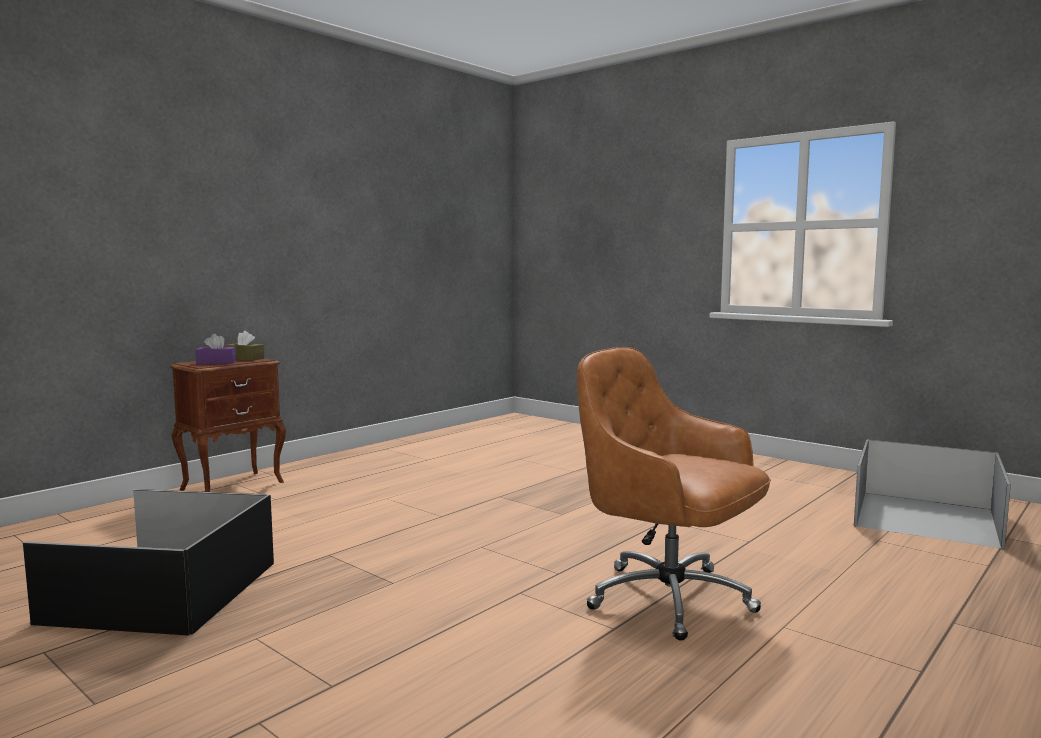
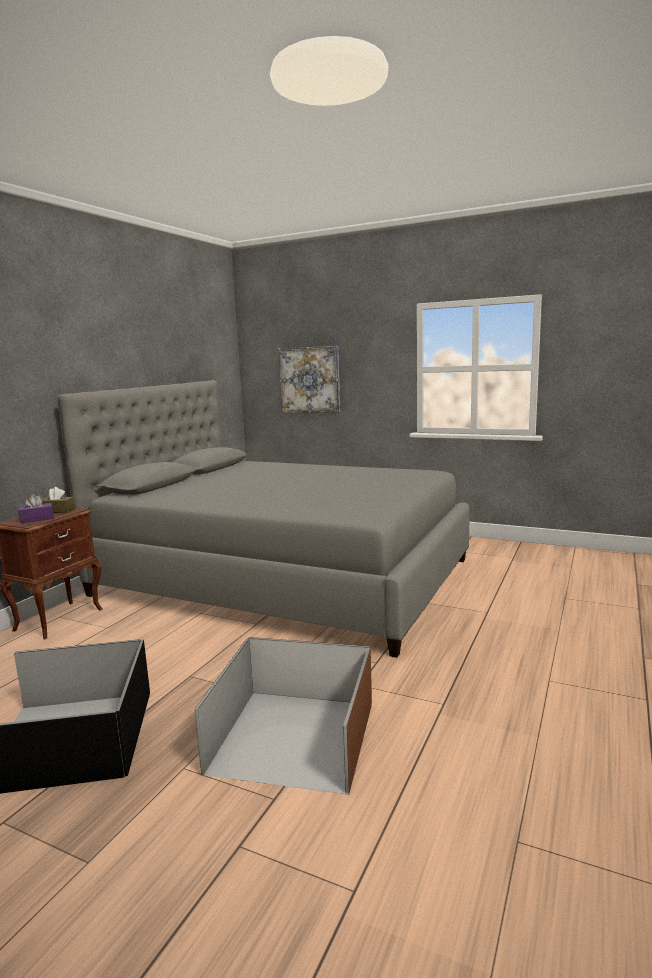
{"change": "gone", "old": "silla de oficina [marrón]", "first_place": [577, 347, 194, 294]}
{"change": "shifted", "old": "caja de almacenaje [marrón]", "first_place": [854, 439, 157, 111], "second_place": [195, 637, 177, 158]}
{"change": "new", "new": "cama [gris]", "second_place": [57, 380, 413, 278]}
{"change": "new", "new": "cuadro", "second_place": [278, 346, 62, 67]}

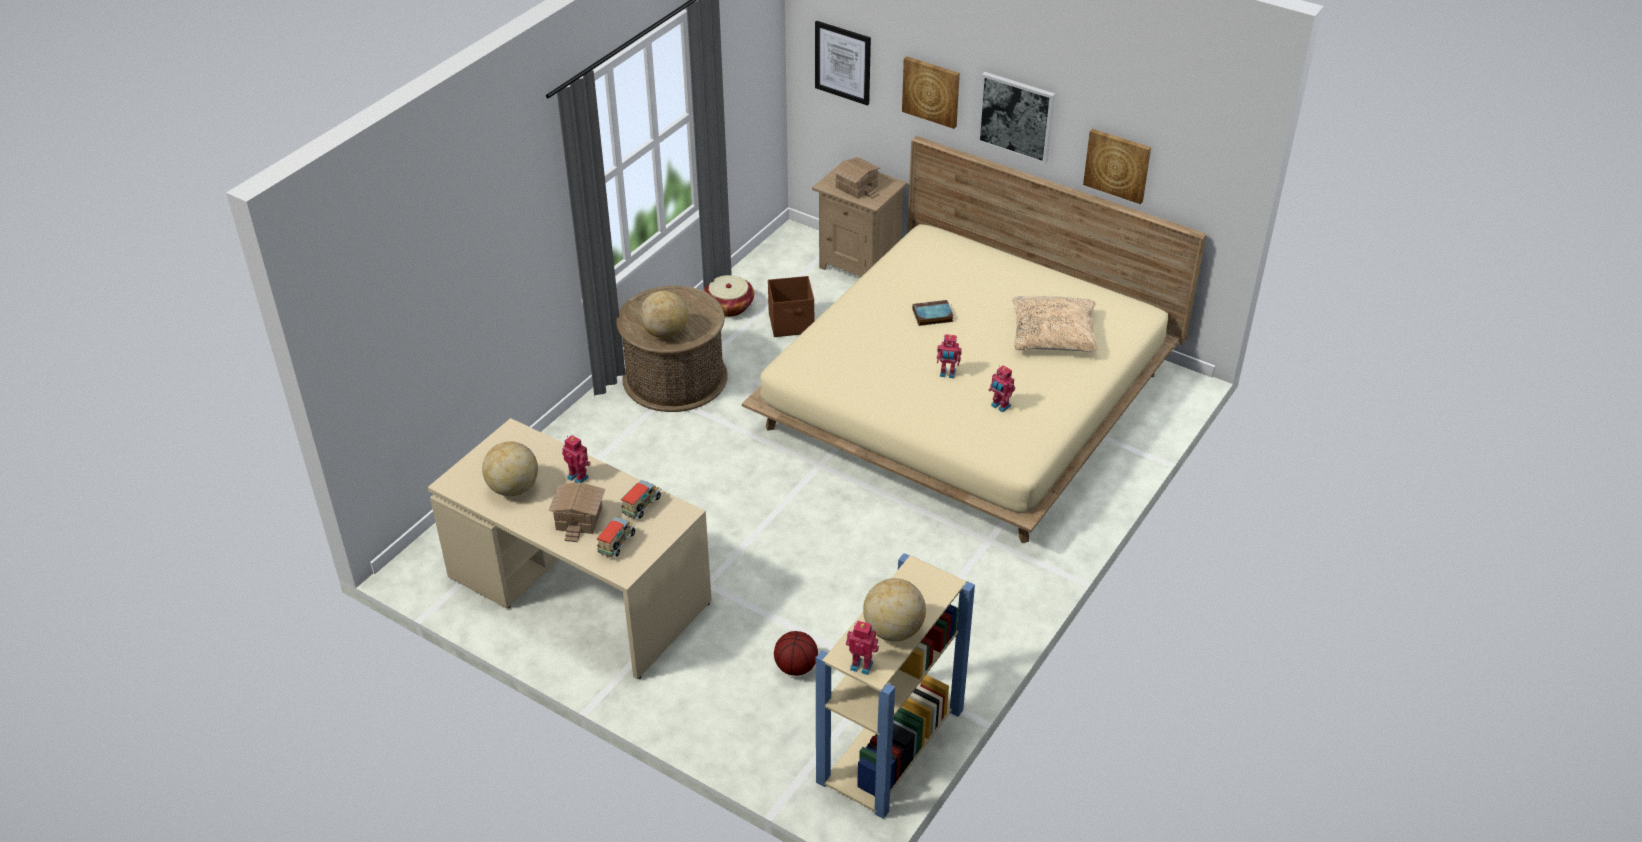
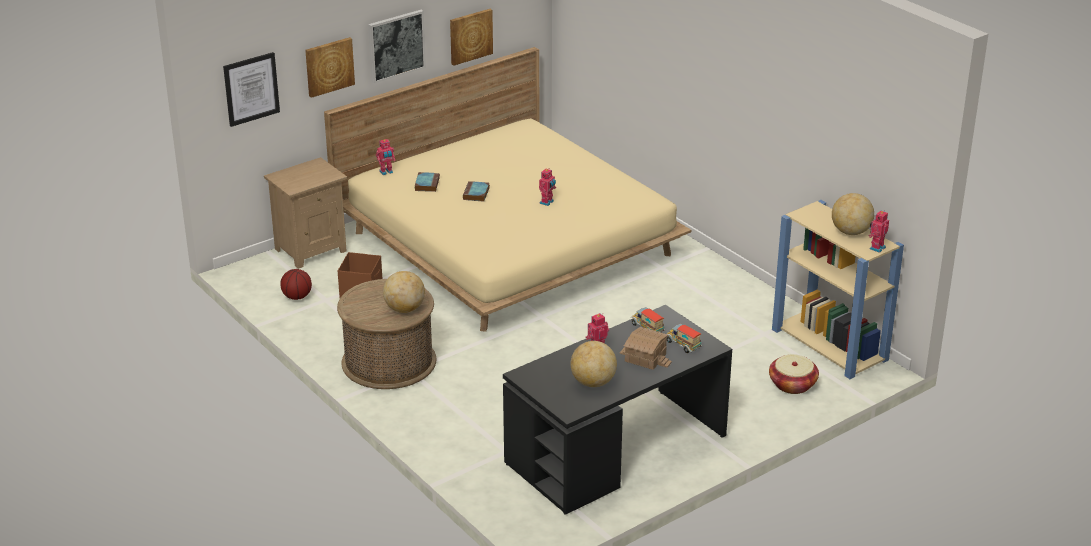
{"change": "repainted", "old": "escritorio [beis]", "new": "escritorio [negro]", "first_place": [428, 418, 284, 261], "second_place": [503, 305, 229, 210]}
{"change": "shifted", "old": "cesta", "first_place": [704, 275, 50, 42], "second_place": [769, 354, 50, 40]}
{"change": "shifted", "old": "balón de baloncesto", "first_place": [774, 631, 44, 45], "second_place": [280, 269, 32, 31]}
{"change": "gone", "old": "casita", "first_place": [834, 157, 46, 42]}
{"change": "shifted", "old": "robot de juguete", "first_place": [989, 365, 26, 47], "second_place": [376, 139, 19, 36]}
{"change": "gone", "old": "cojín [beis]", "first_place": [1012, 296, 85, 56]}
{"change": "new", "new": "libro", "second_place": [415, 172, 25, 20]}

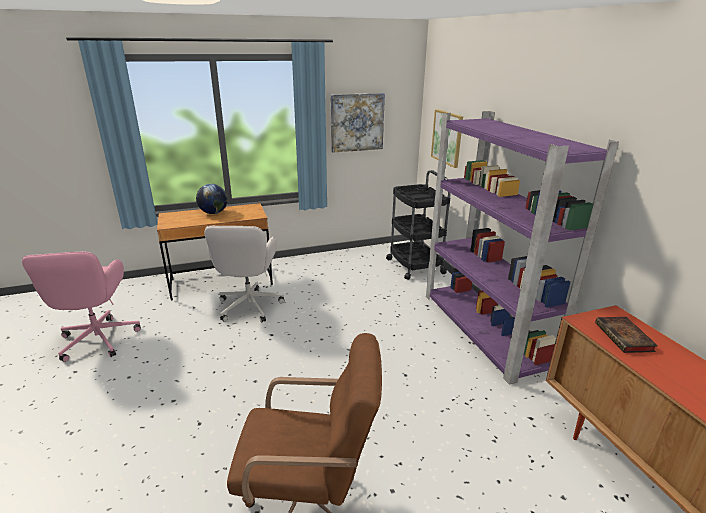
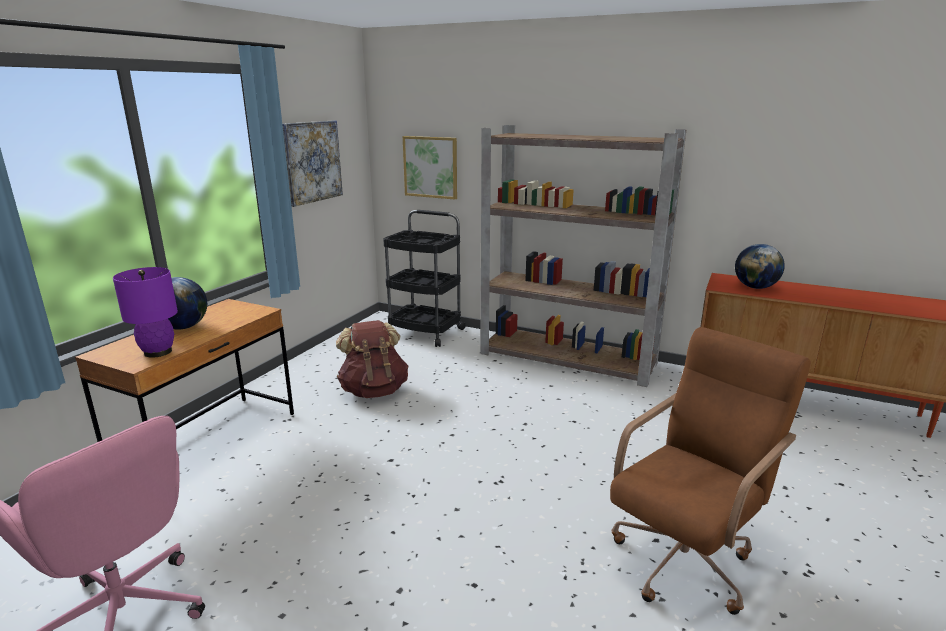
{"change": "gone", "old": "silla de oficina [blanco]", "first_place": [205, 226, 79, 97]}
{"change": "repainted", "old": "estantería [morado]", "new": "estantería [marrón]", "first_place": [426, 111, 193, 274], "second_place": [480, 125, 206, 262]}
{"change": "swapped", "old": "libro", "new": "globo terráqueo", "first_place": [595, 317, 63, 36], "second_place": [735, 244, 50, 45]}
{"change": "new", "new": "lámpara de mesa [morado]", "second_place": [113, 267, 65, 91]}
{"change": "new", "new": "mochila [marrón]", "second_place": [336, 320, 73, 78]}

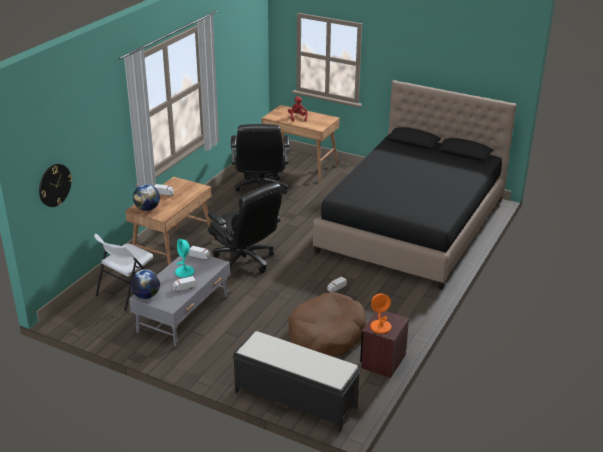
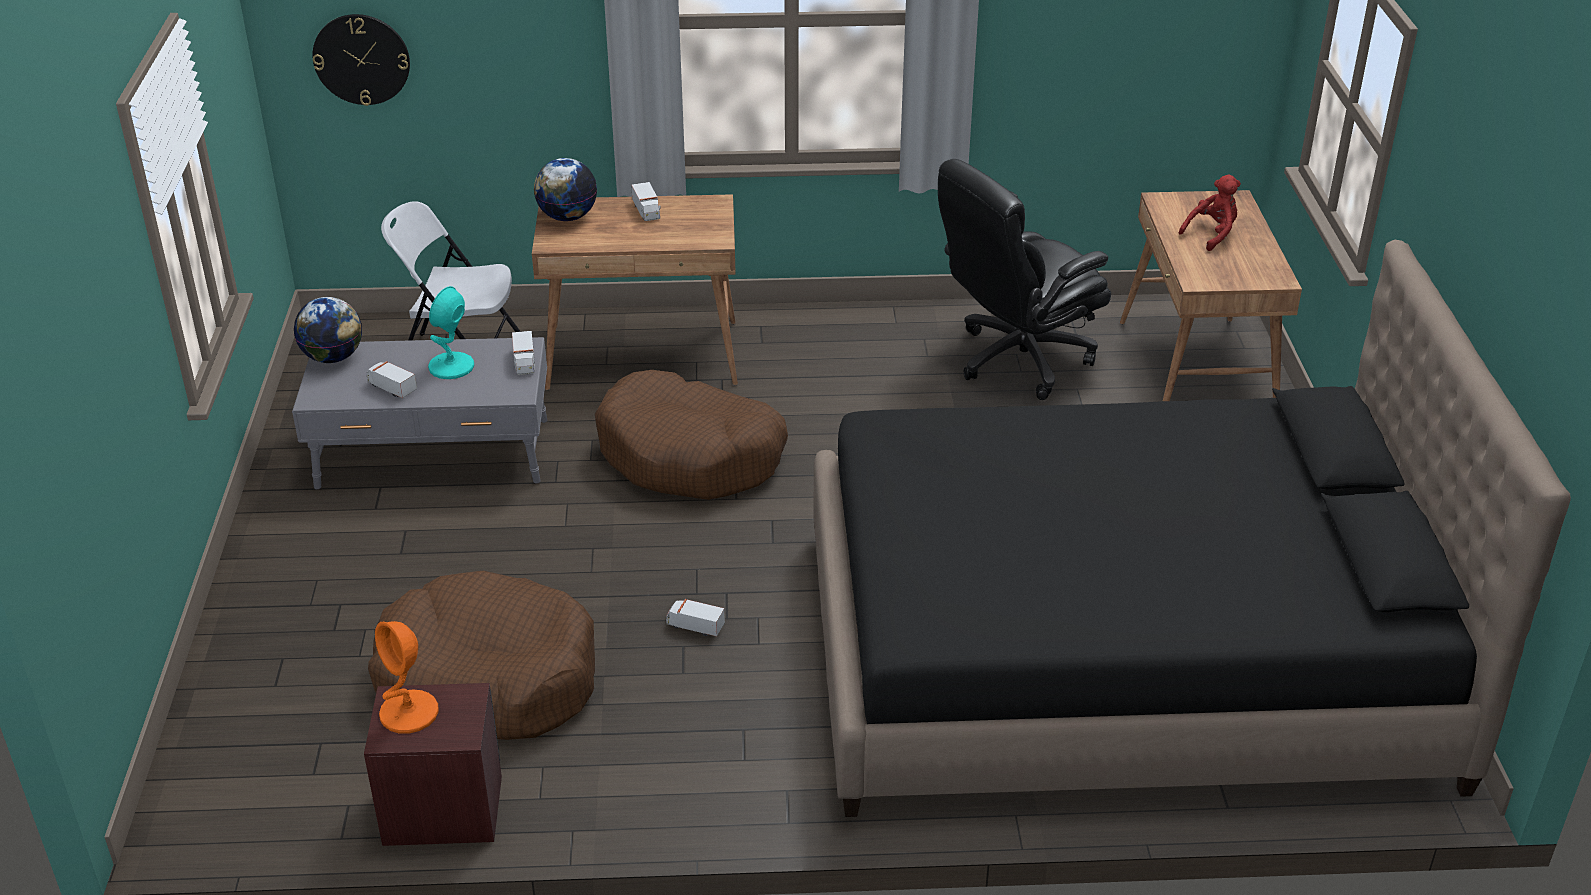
{"change": "swapped", "old": "silla de oficina [negro]", "new": "cama para perro [marrón]", "first_place": [208, 183, 74, 90], "second_place": [595, 370, 193, 130]}
{"change": "gone", "old": "banco [negro]", "first_place": [232, 331, 129, 101]}

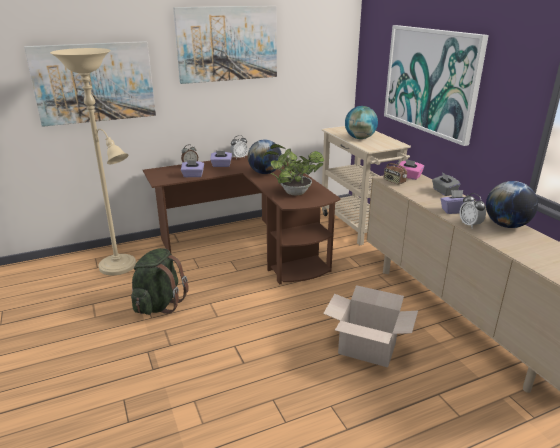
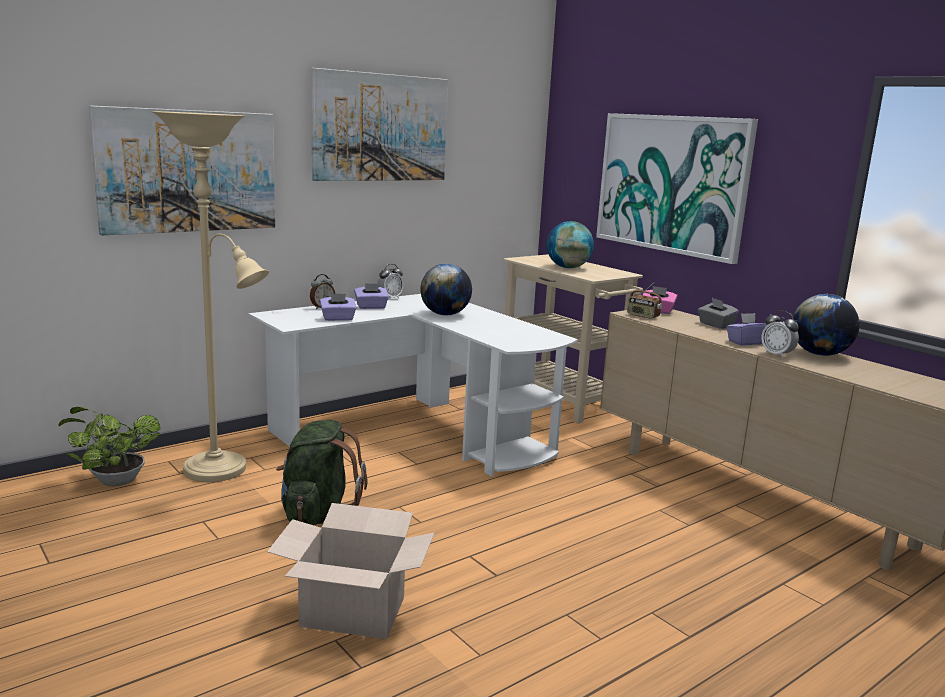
{"change": "repainted", "old": "escritorio [marrón]", "new": "escritorio [blanco]", "first_place": [143, 155, 198, 129], "second_place": [248, 294, 329, 183]}
{"change": "shifted", "old": "planta en maceta", "first_place": [264, 144, 60, 51], "second_place": [58, 407, 102, 79]}
{"change": "shifted", "old": "caja de cartón", "first_place": [323, 285, 95, 82], "second_place": [267, 503, 168, 136]}

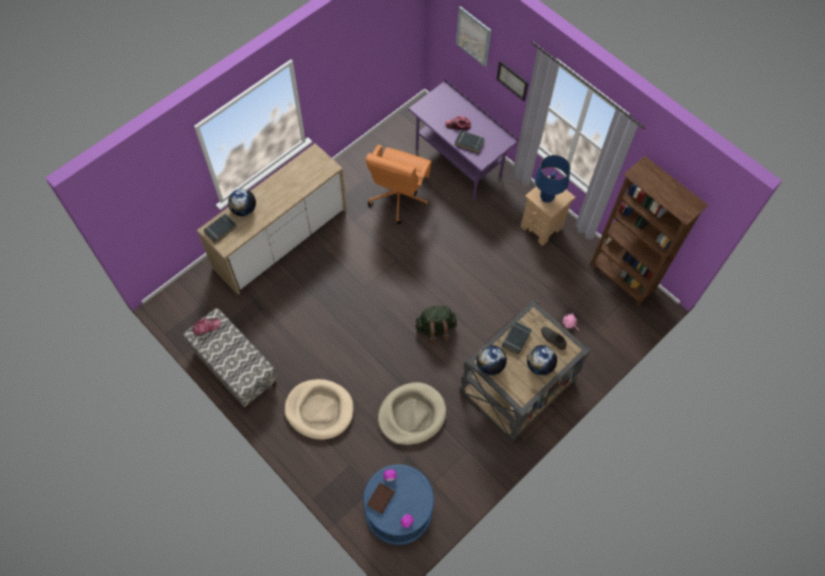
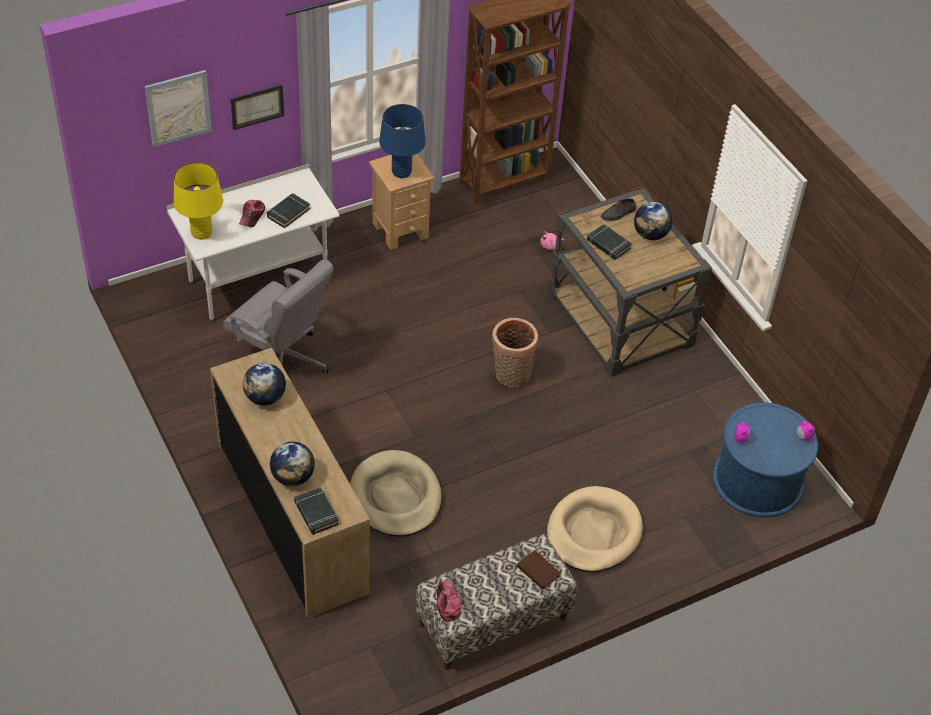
{"change": "repainted", "old": "silla de oficina [naranja]", "new": "silla de oficina [gris]", "first_place": [366, 145, 65, 79], "second_place": [223, 259, 110, 114]}
{"change": "shifted", "old": "libro [marrón]", "first_place": [367, 483, 28, 31], "second_place": [517, 550, 43, 39]}
{"change": "shifted", "old": "cama para perro [beis]", "first_place": [378, 382, 69, 63], "second_place": [350, 450, 92, 87]}
{"change": "repainted", "old": "escritorio [morado]", "new": "escritorio [blanco]", "first_place": [408, 79, 110, 122], "second_place": [167, 164, 172, 157]}
{"change": "swapped", "old": "mochila [verde]", "new": "cesta", "first_place": [414, 305, 43, 38], "second_place": [492, 318, 46, 70]}
{"change": "shifted", "old": "globo terráqueo", "first_place": [476, 345, 31, 30], "second_place": [243, 363, 43, 43]}
{"change": "new", "new": "lámpara de mesa [amarillo]", "second_place": [174, 162, 49, 78]}

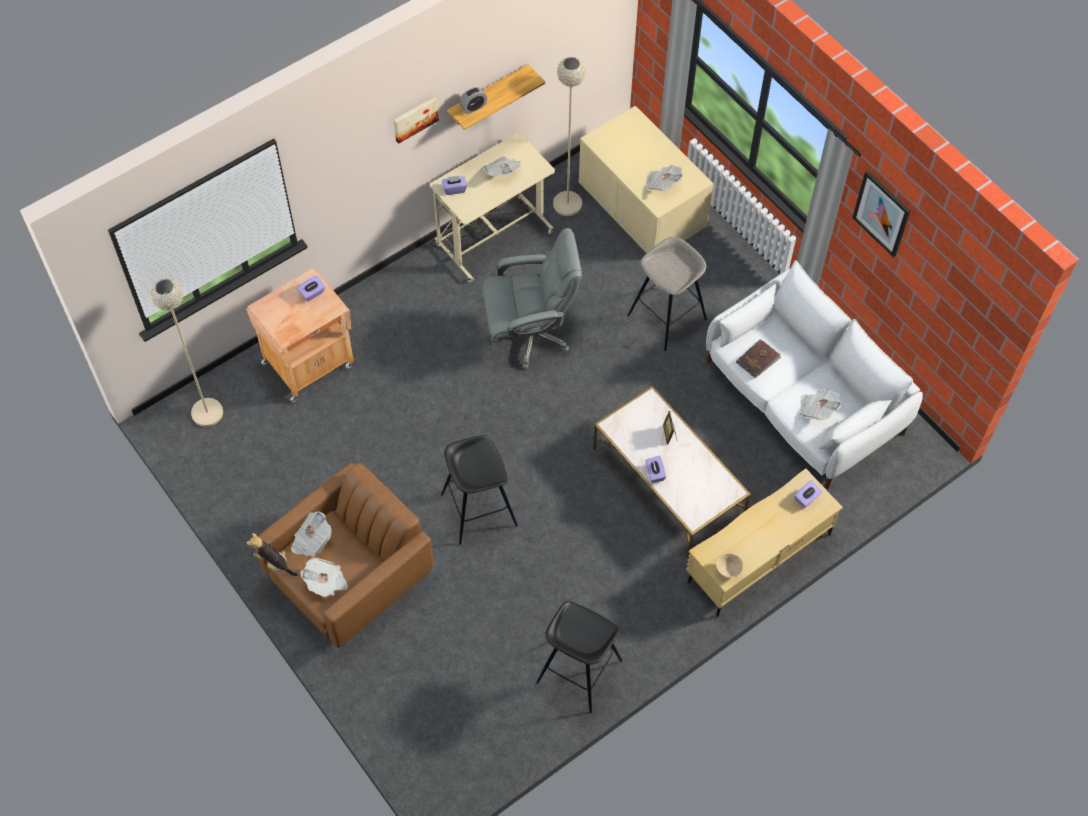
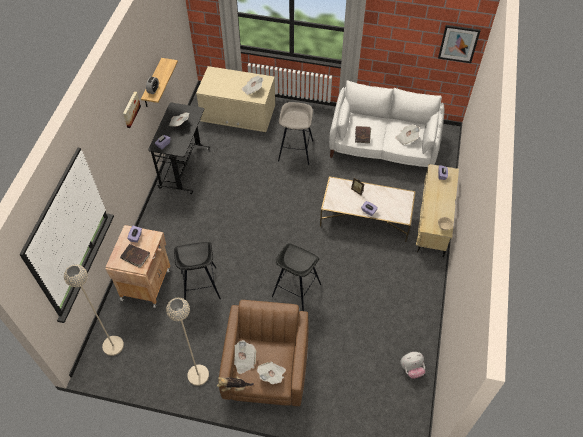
{"change": "repainted", "old": "escritorio [beis]", "new": "escritorio [negro]", "first_place": [430, 133, 125, 149], "second_place": [148, 103, 62, 91]}
{"change": "gone", "old": "silla de oficina [gris]", "first_place": [482, 228, 100, 141]}
{"change": "shifted", "old": "taburete [negro]", "first_place": [536, 601, 86, 112], "second_place": [174, 242, 47, 58]}
{"change": "shifted", "old": "lámpara de pie [beis]", "first_place": [553, 57, 33, 159], "second_place": [166, 298, 43, 88]}
{"change": "shifted", "old": "cuadro", "first_place": [853, 171, 57, 86], "second_place": [438, 25, 43, 38]}
{"change": "new", "new": "libro [marrón]", "second_place": [120, 244, 30, 24]}
{"change": "new", "new": "peluche", "second_place": [400, 352, 25, 27]}

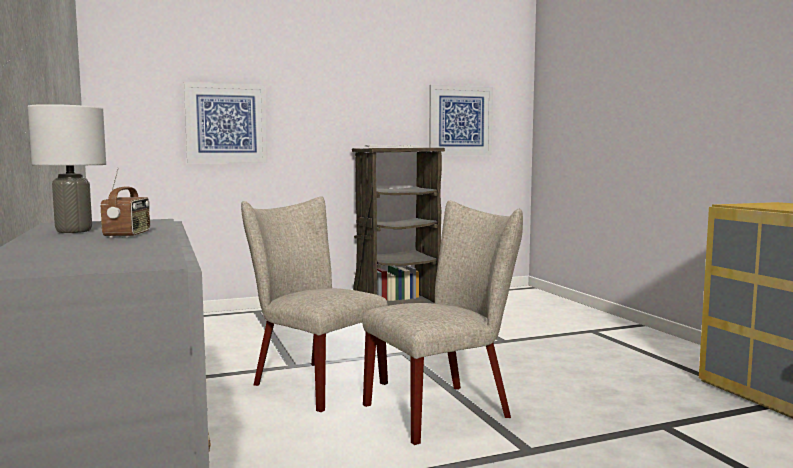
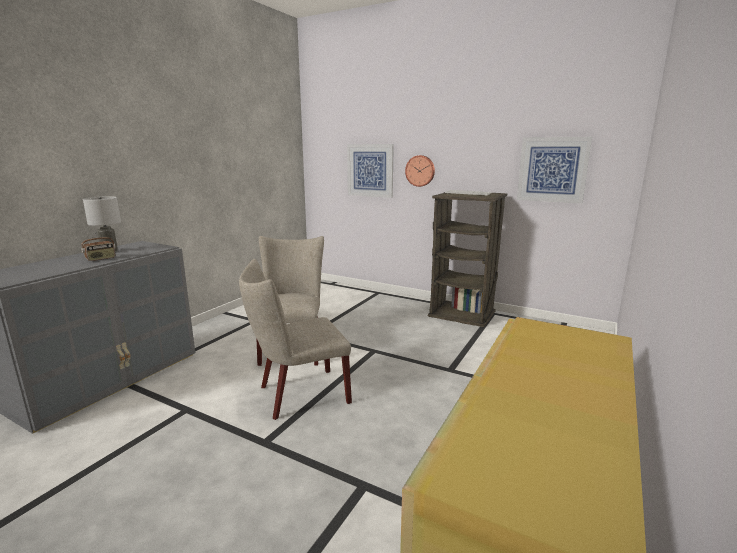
{"change": "rotated", "old": "silla [beis]", "first_place": [362, 201, 161, 244], "second_place": [239, 259, 113, 161], "degrees": 135}
{"change": "new", "new": "reloj de pared", "second_place": [405, 155, 30, 32]}

